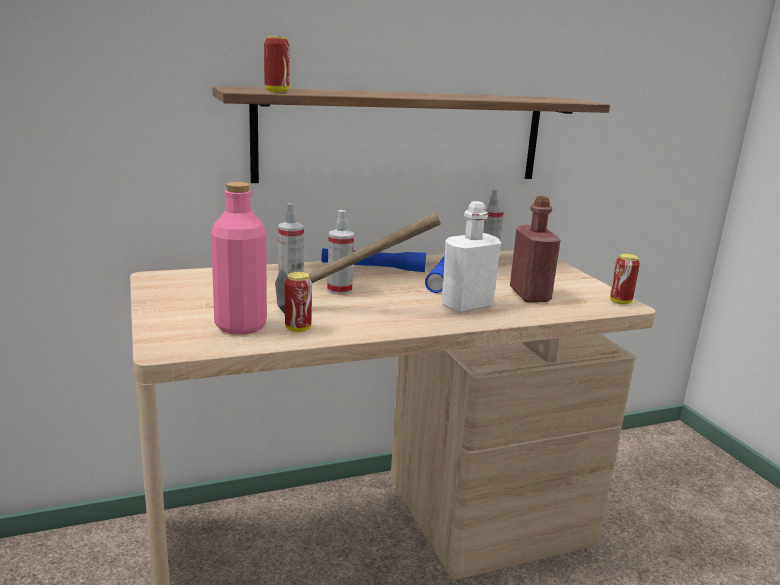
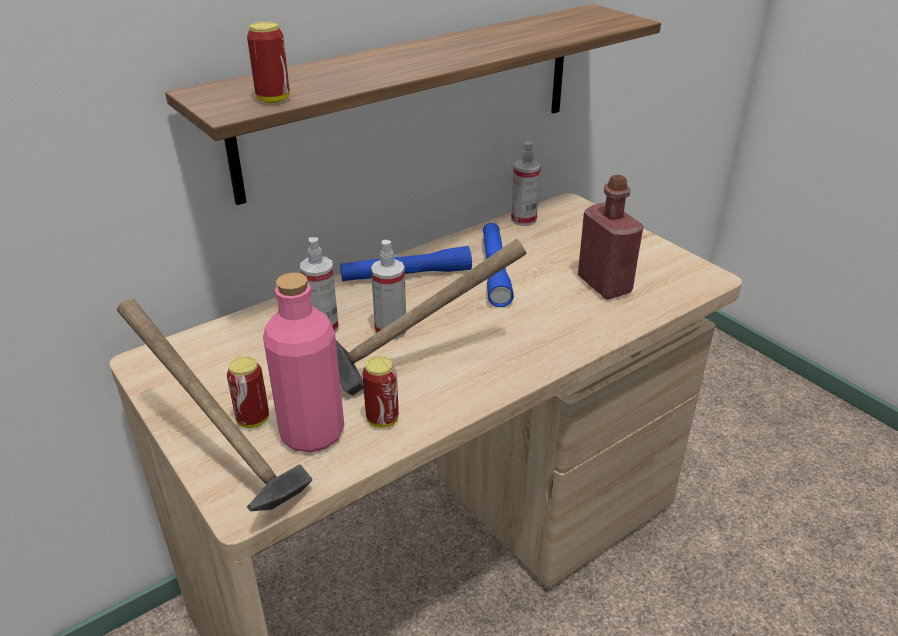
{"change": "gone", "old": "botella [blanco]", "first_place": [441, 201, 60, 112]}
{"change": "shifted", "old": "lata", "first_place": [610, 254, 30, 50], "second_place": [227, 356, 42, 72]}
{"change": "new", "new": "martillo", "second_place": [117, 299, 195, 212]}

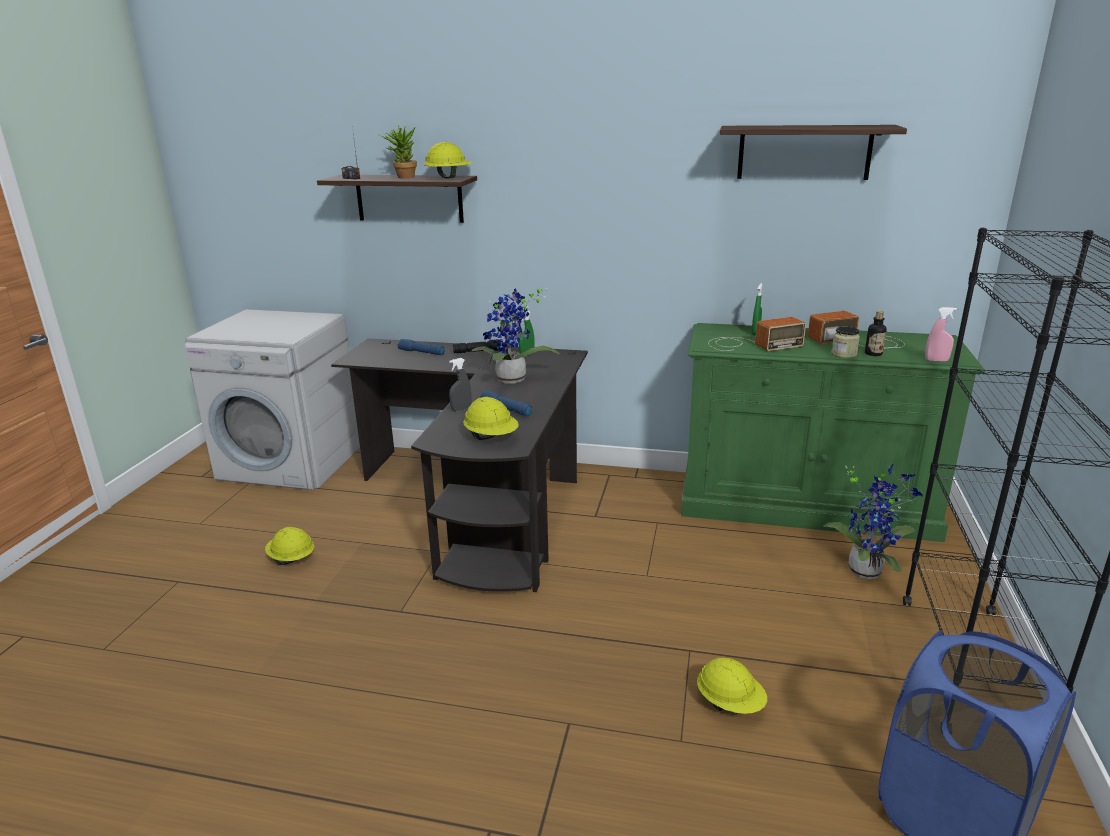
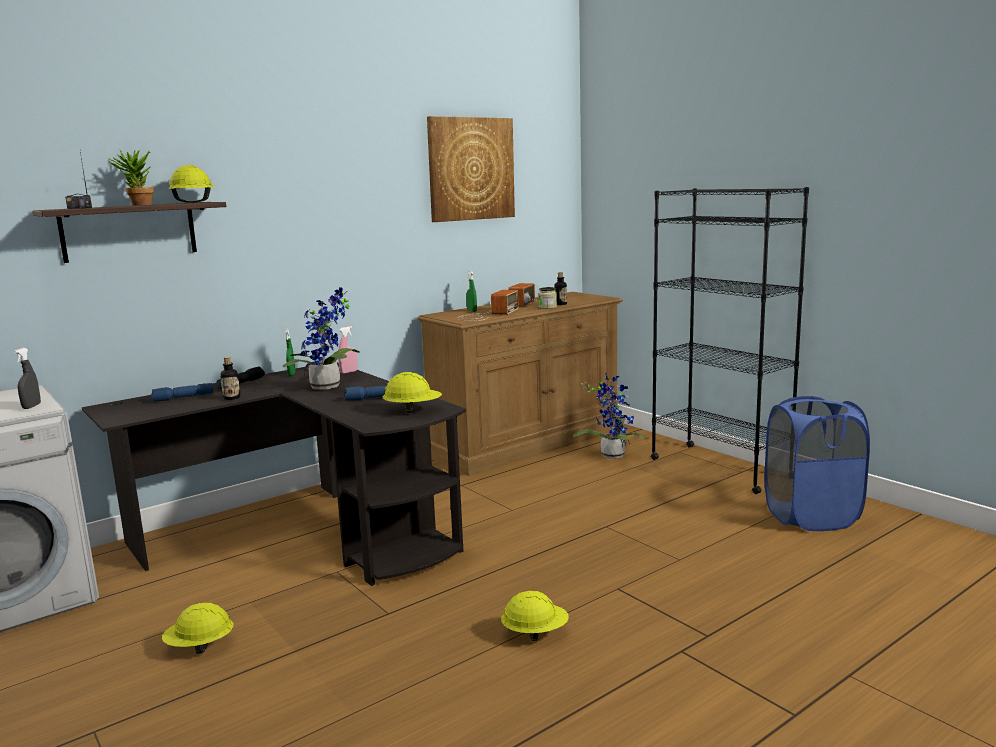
{"change": "shifted", "old": "pulverizador [gris]", "first_place": [449, 358, 22, 54], "second_place": [14, 348, 27, 61]}
{"change": "repainted", "old": "armario [verde]", "new": "armario [marrón]", "first_place": [681, 323, 305, 219], "second_place": [417, 292, 206, 184]}
{"change": "shifted", "old": "casco [amarillo]", "first_place": [697, 658, 70, 56], "second_place": [501, 591, 68, 50]}
{"change": "swapped", "old": "estante", "new": "cuadro", "first_place": [720, 125, 187, 55], "second_place": [427, 116, 88, 106]}
{"change": "shifted", "old": "pulverizador [rosa]", "first_place": [925, 307, 32, 55], "second_place": [338, 326, 20, 48]}
{"change": "new", "new": "botella", "second_place": [220, 357, 20, 43]}

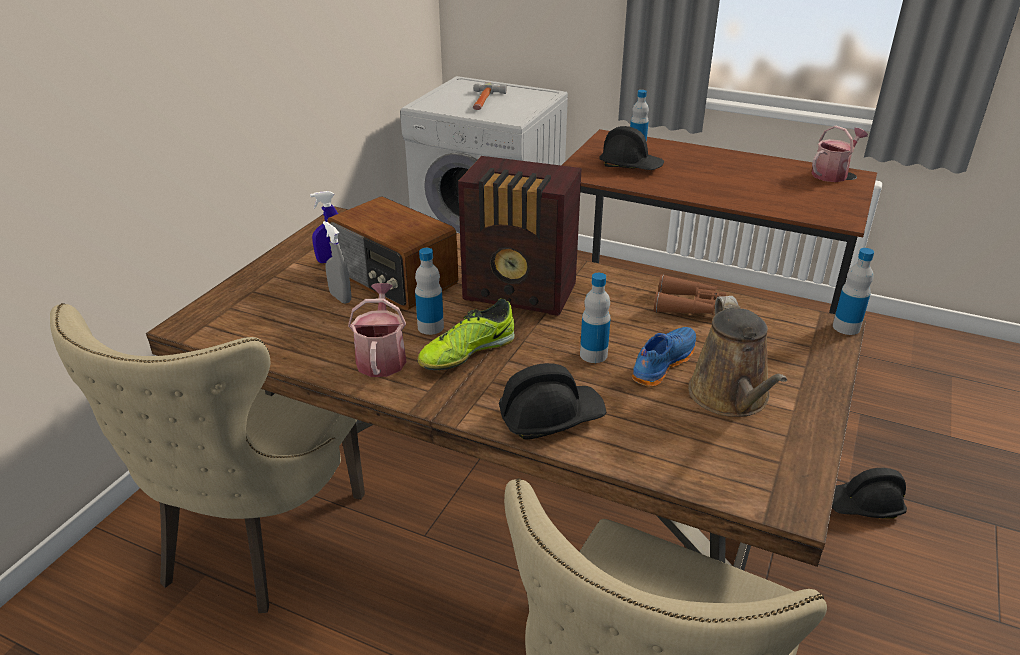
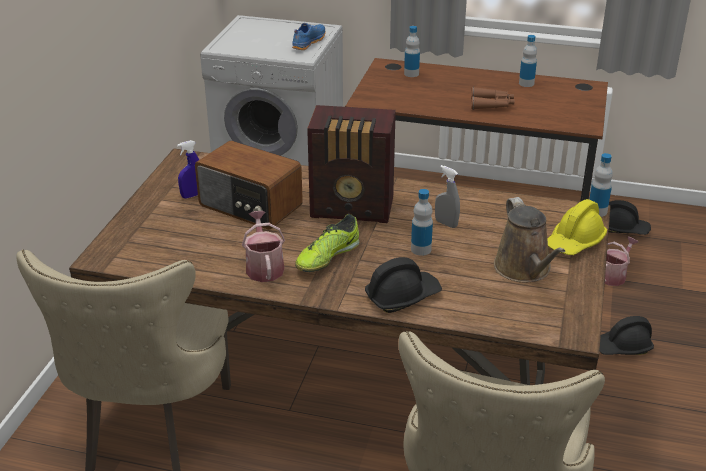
{"change": "shifted", "old": "pulverizador [gris]", "first_place": [323, 221, 28, 83], "second_place": [435, 165, 25, 63]}
{"change": "shifted", "old": "botella", "first_place": [415, 248, 29, 87], "second_place": [519, 35, 18, 52]}
{"change": "gone", "old": "martillo", "first_place": [473, 83, 34, 27]}
{"change": "shifted", "old": "casco [negro]", "first_place": [599, 126, 65, 44], "second_place": [609, 200, 42, 35]}
{"change": "shifted", "old": "zapato [azul]", "first_place": [632, 327, 64, 60], "second_place": [292, 23, 33, 27]}
{"change": "shifted", "old": "prismáticos [marrón]", "first_place": [654, 275, 72, 39], "second_place": [471, 87, 43, 22]}
{"change": "shifted", "old": "regadera", "first_place": [811, 126, 57, 56], "second_place": [605, 237, 34, 49]}
{"change": "new", "new": "casco [amarillo]", "second_place": [547, 199, 60, 56]}

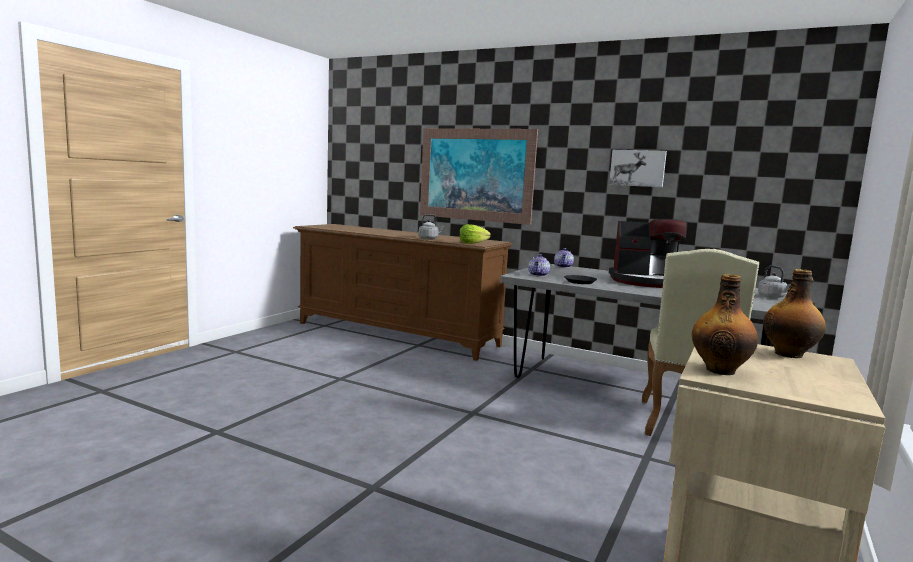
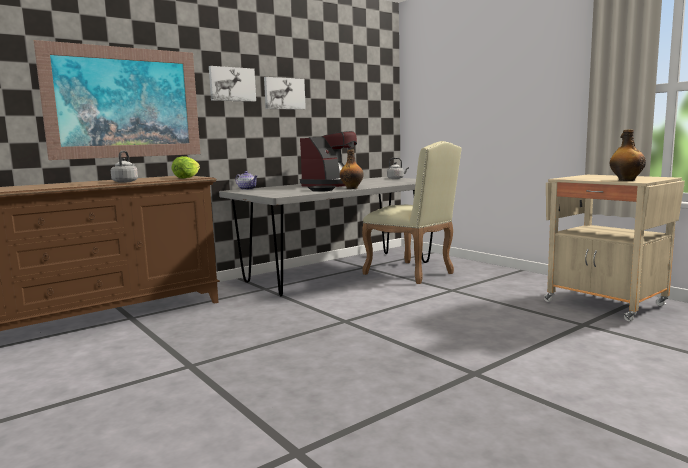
{"change": "gone", "old": "tetera", "first_place": [528, 254, 22, 23]}
{"change": "shifted", "old": "botella", "first_place": [763, 269, 63, 89], "second_place": [340, 149, 24, 40]}
{"change": "new", "new": "cuadro", "second_place": [209, 66, 47, 36]}

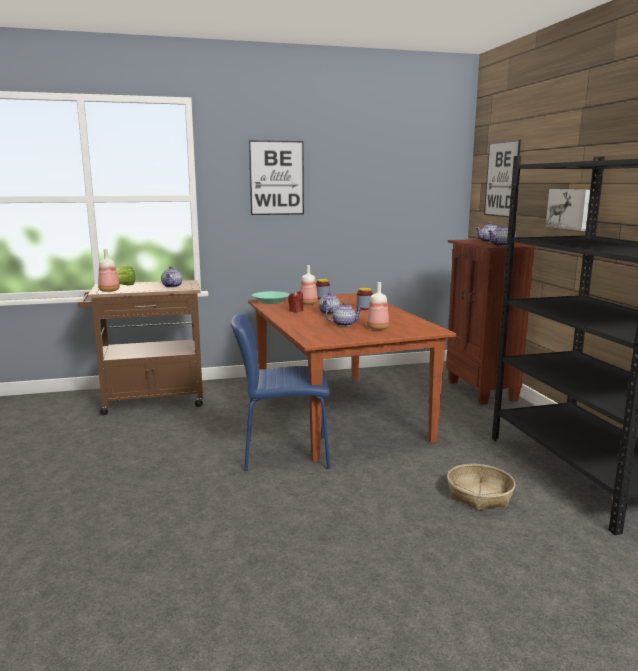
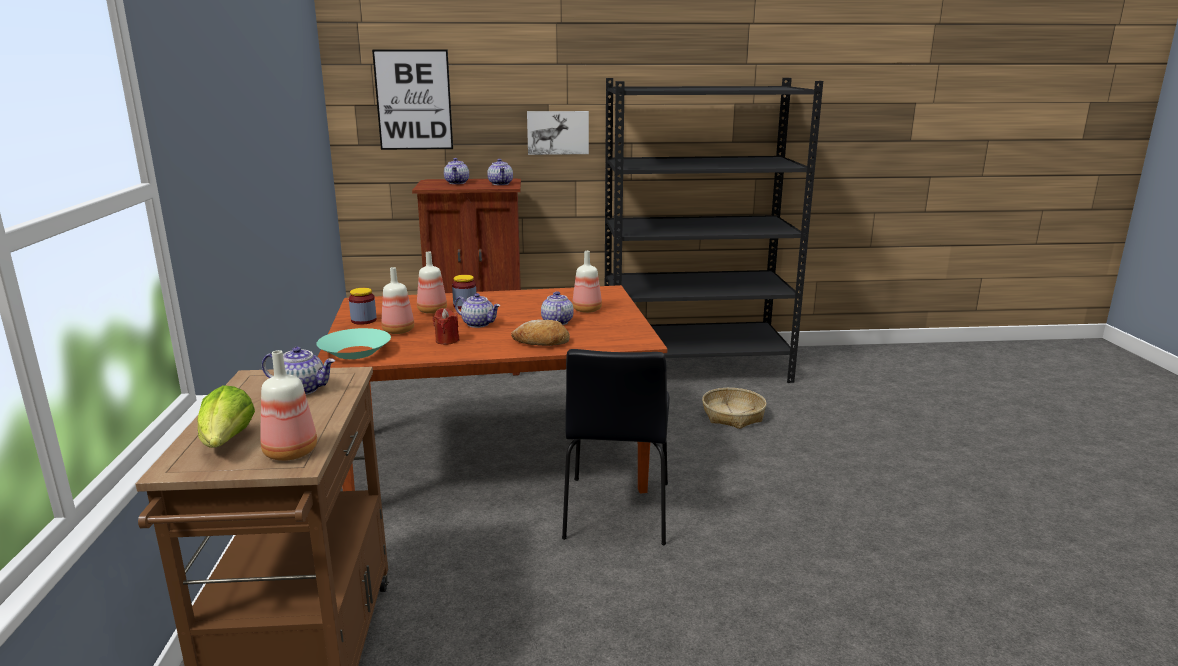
{"change": "repainted", "old": "silla [azul]", "new": "silla [negro]", "first_place": [231, 314, 100, 157], "second_place": [562, 349, 108, 197]}
{"change": "gone", "old": "cuadro", "first_place": [249, 140, 55, 75]}
{"change": "new", "new": "botella", "second_place": [417, 252, 30, 62]}
{"change": "new", "new": "pan", "second_place": [511, 320, 59, 26]}

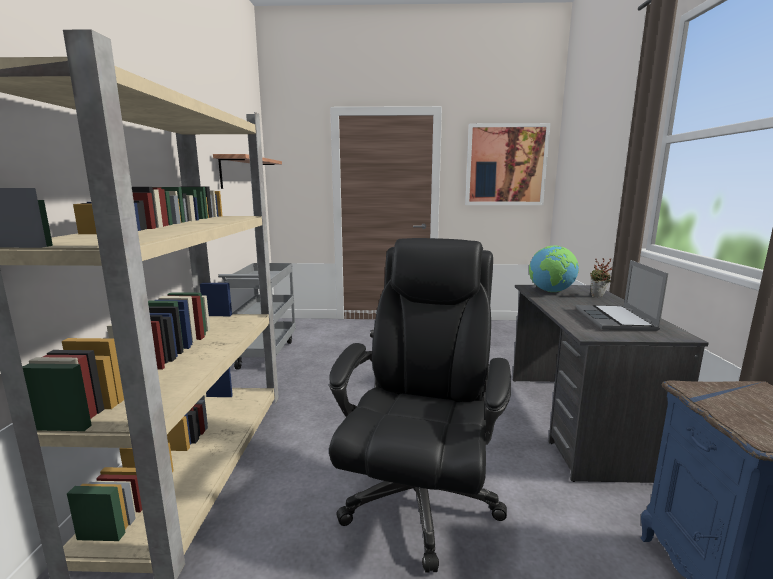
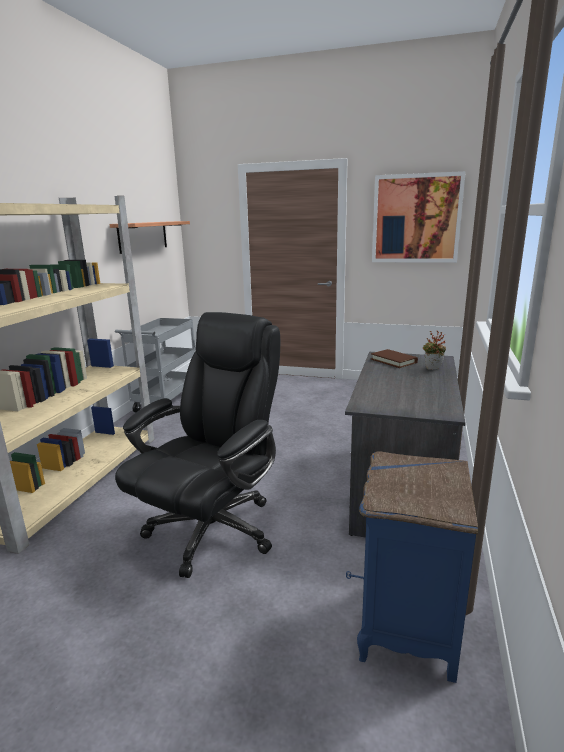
{"change": "swapped", "old": "globo terráqueo", "new": "libro [marrón]", "first_place": [529, 246, 50, 46], "second_place": [371, 349, 47, 19]}
{"change": "gone", "old": "portátil", "first_place": [576, 260, 92, 71]}

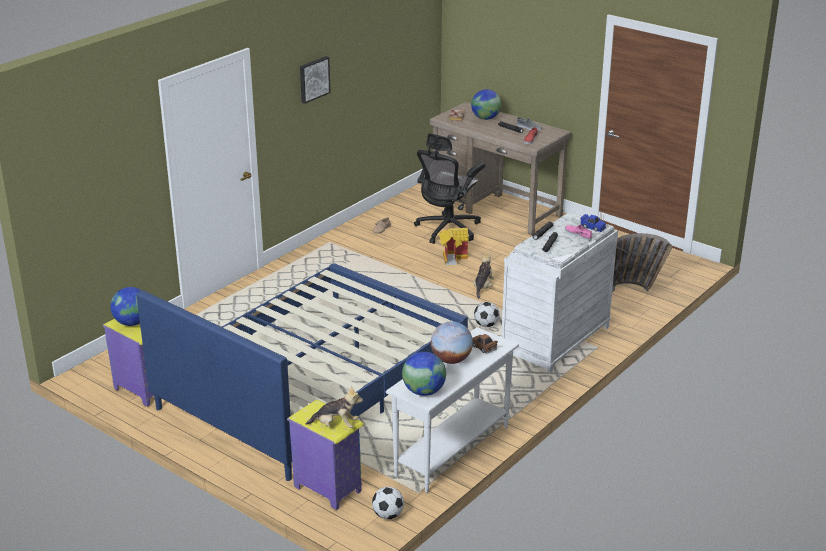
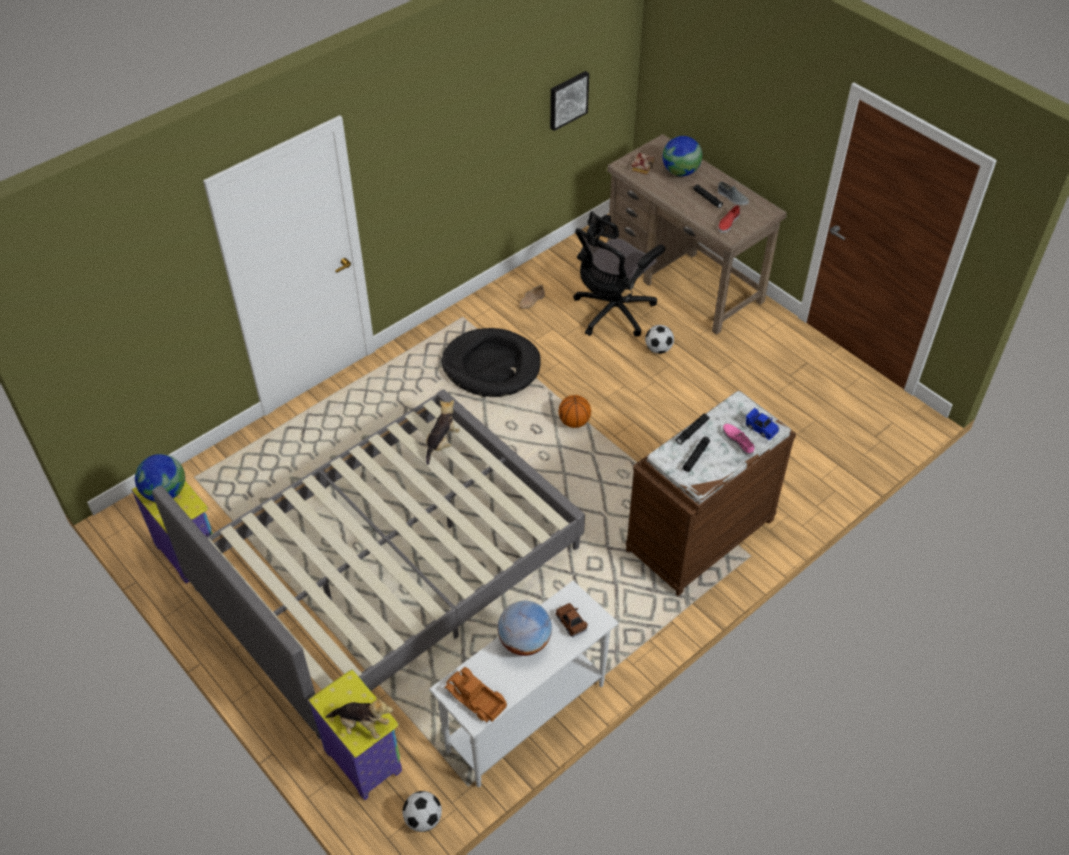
{"change": "repainted", "old": "cama [azul]", "new": "cama [gris]", "first_place": [137, 263, 331, 218], "second_place": [152, 389, 433, 350]}
{"change": "shifted", "old": "cuadro", "first_place": [300, 56, 31, 48], "second_place": [550, 71, 39, 60]}
{"change": "swapped", "old": "globo terráqueo", "new": "camión de juguete", "first_place": [402, 352, 44, 44], "second_place": [444, 667, 63, 56]}
{"change": "gone", "old": "casita", "first_place": [439, 228, 30, 37]}
{"change": "shifted", "old": "peluche", "first_place": [474, 252, 21, 47], "second_place": [426, 400, 34, 65]}
{"change": "shifted", "old": "balón de fútbol", "first_place": [474, 302, 26, 25], "second_place": [645, 325, 29, 29]}
{"change": "repainted", "old": "cómoda [blanco]", "new": "cómoda [marrón]", "first_place": [502, 212, 116, 161], "second_place": [626, 391, 170, 205]}
{"change": "gone", "old": "cesta", "first_place": [612, 233, 61, 59]}
{"change": "new", "new": "cama para perro [negro]", "second_place": [442, 328, 99, 69]}
{"change": "new", "new": "balón de baloncesto", "second_place": [558, 395, 33, 33]}

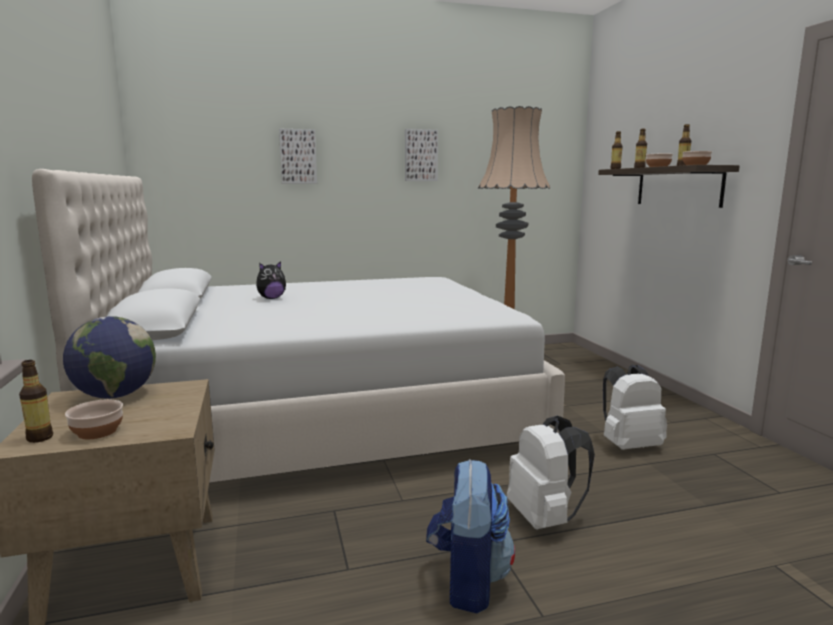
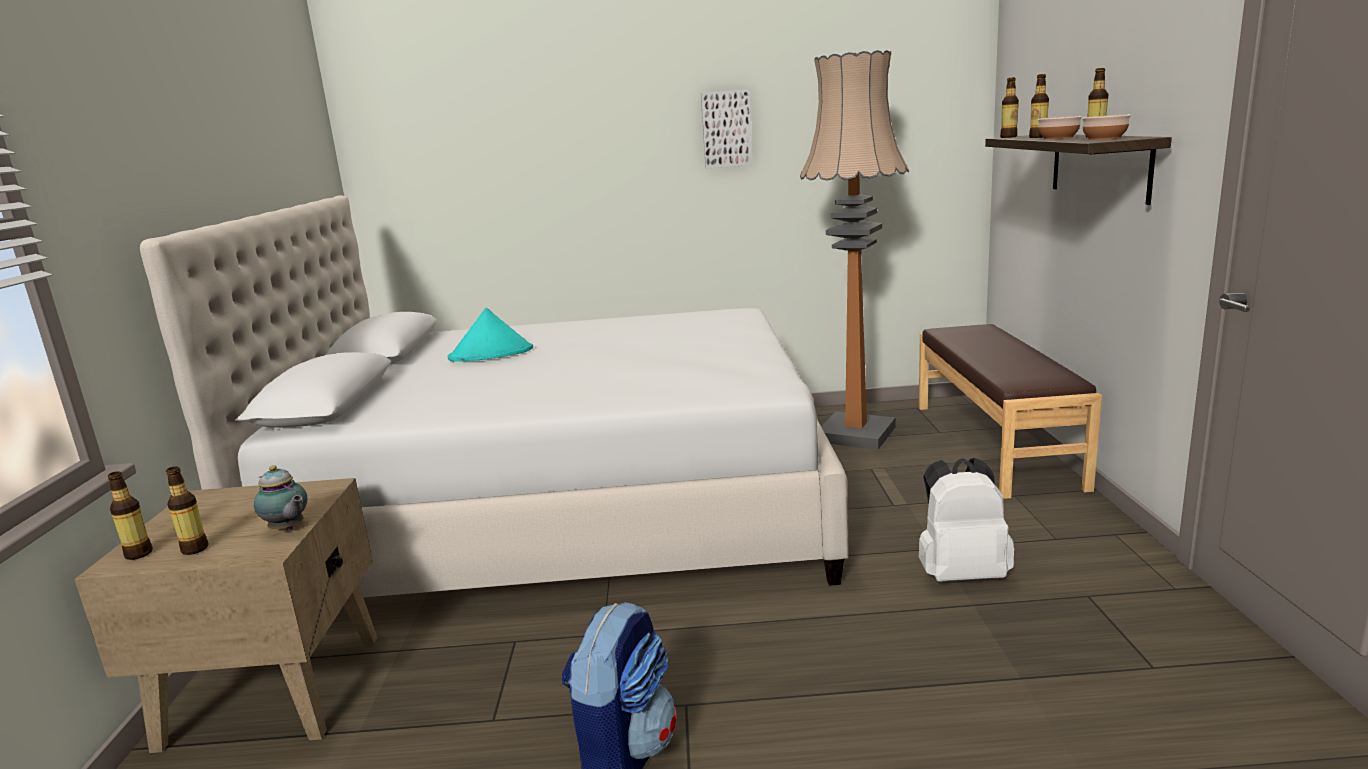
{"change": "gone", "old": "globo terráqueo", "first_place": [63, 316, 93, 83]}
{"change": "swapped", "old": "cuenco", "new": "botella", "first_place": [65, 399, 58, 40], "second_place": [166, 467, 43, 88]}
{"change": "swapped", "old": "peluche", "new": "sombrero [turquesa]", "first_place": [256, 261, 30, 38], "second_place": [447, 308, 86, 54]}
{"change": "gone", "old": "cuadro", "first_place": [279, 129, 38, 55]}
{"change": "gone", "old": "mochila [blanco]", "first_place": [507, 415, 88, 115]}
{"change": "new", "new": "tetera", "second_place": [254, 465, 53, 65]}
{"change": "new", "new": "banco [marrón]", "second_place": [919, 324, 183, 175]}

